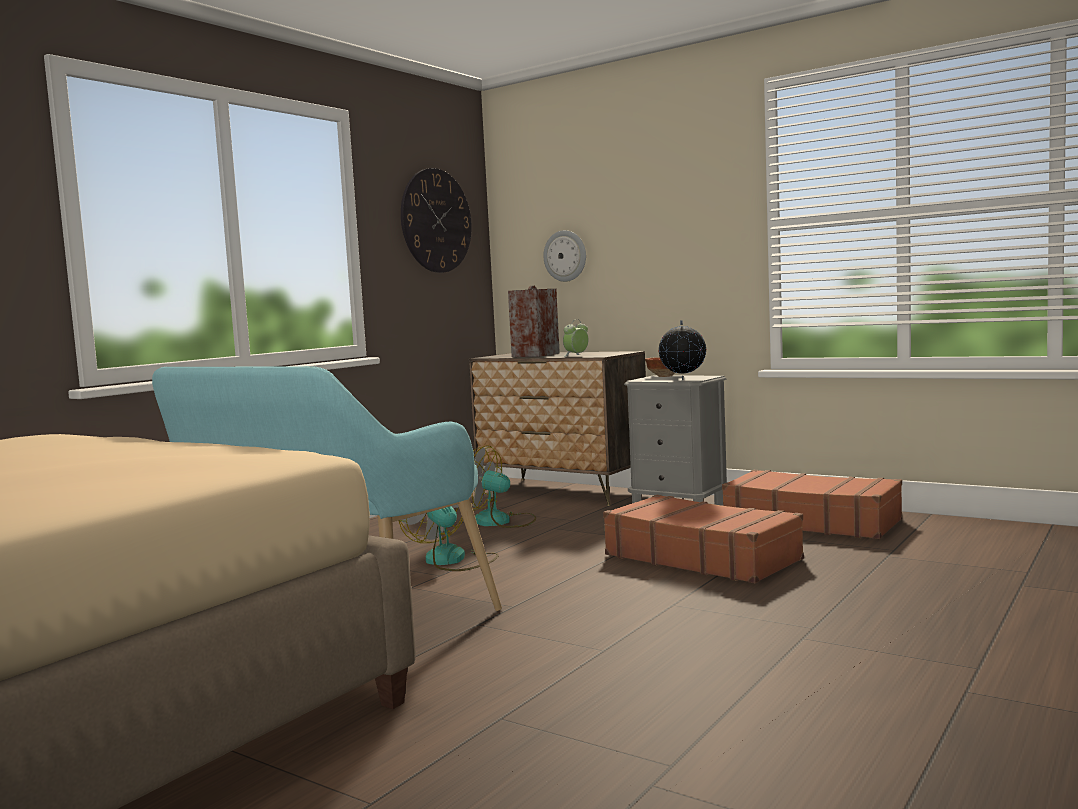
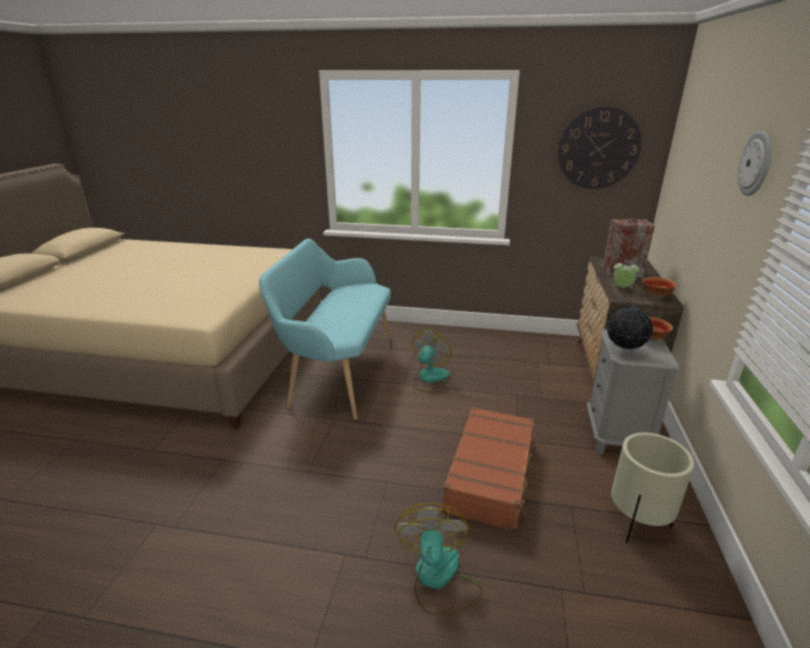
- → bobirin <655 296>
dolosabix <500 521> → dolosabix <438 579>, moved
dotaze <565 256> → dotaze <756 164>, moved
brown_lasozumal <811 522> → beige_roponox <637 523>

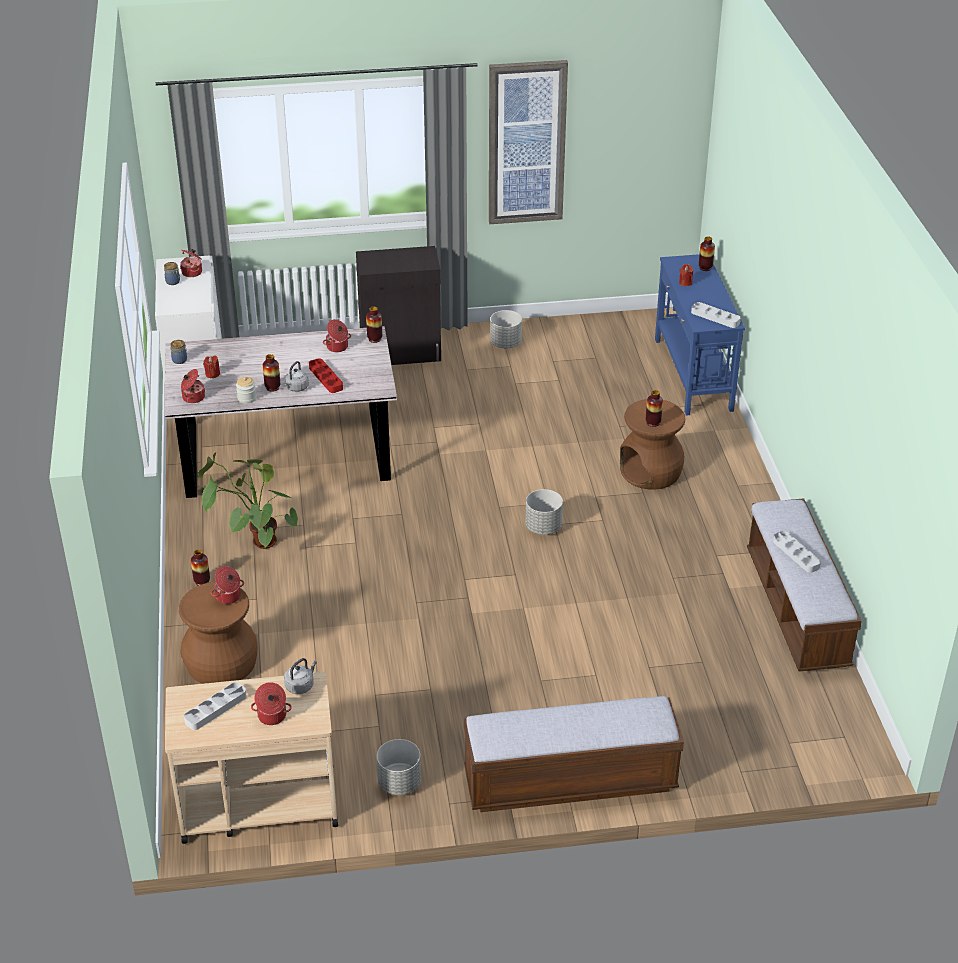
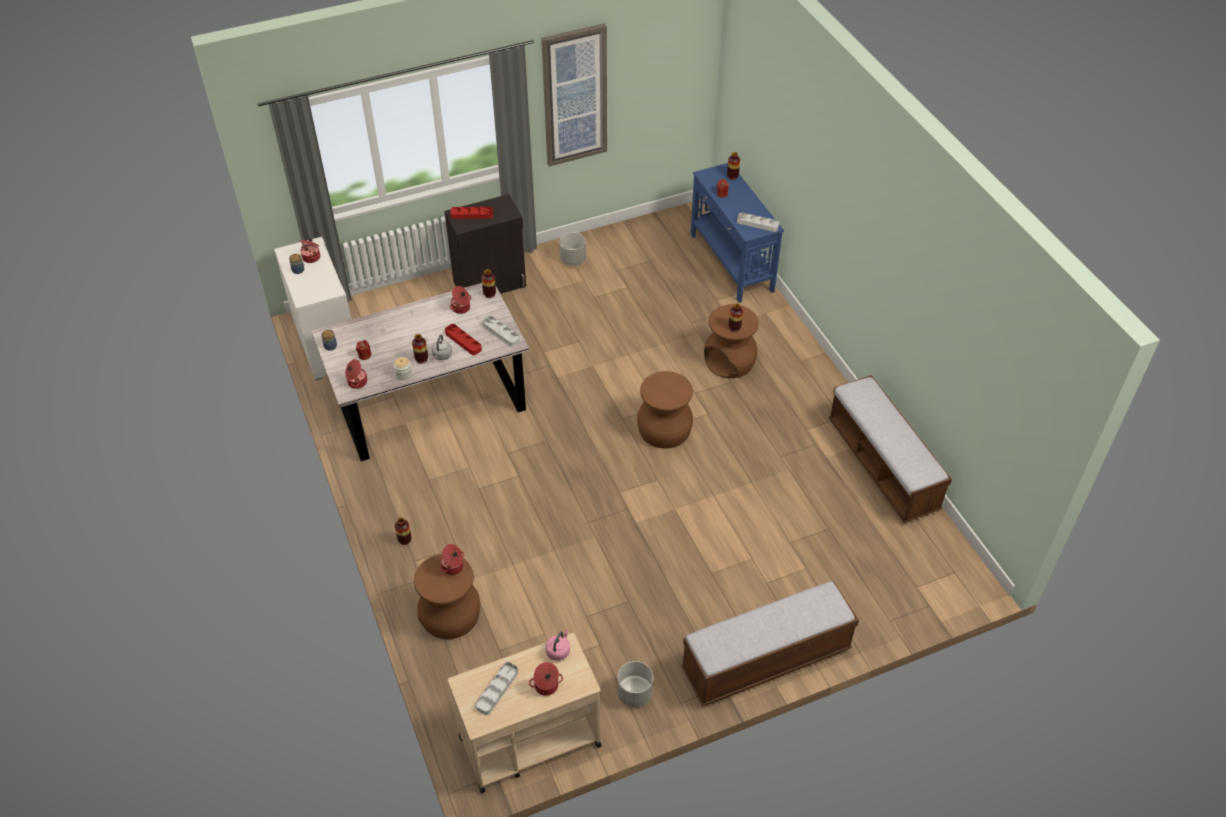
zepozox <252 541> → -
- → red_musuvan <472 214>
grey_musuvan <796 554> → grey_musuvan <501 333>, moved
grey_roponox <543 527> → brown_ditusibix <664 430>
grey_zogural <300 685> → pink_zogural <558 651>

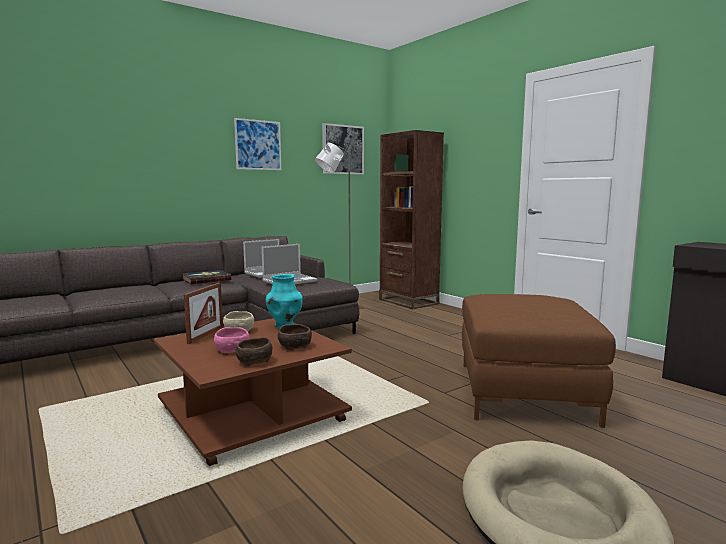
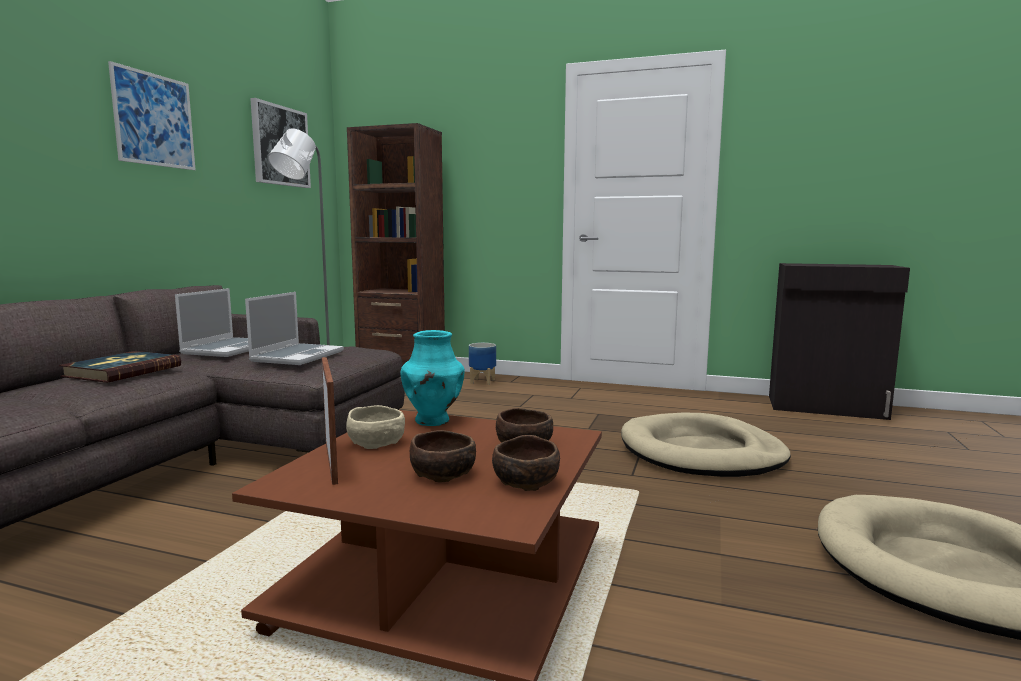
- → roponox <482 381>
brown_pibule <524 392> → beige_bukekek <701 452>
pink_bobirin <233 350> → brown_bobirin <444 474>

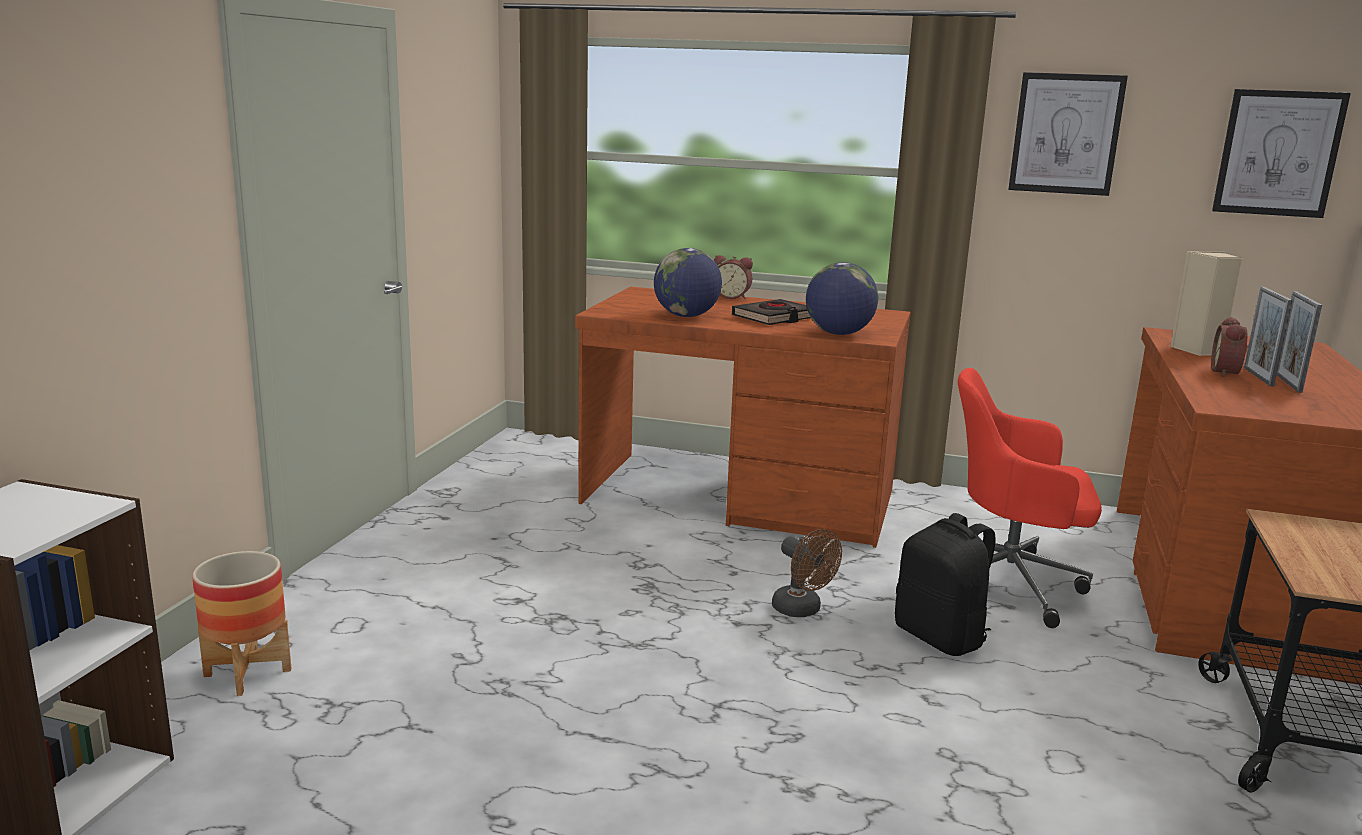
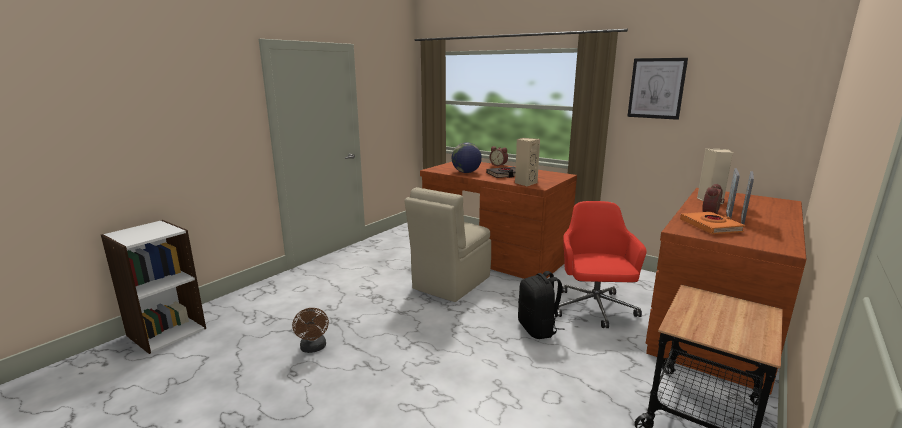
roponox <248 672> → -
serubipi <1278 153> → -
- → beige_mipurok <450 283>
- → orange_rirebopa <710 226>
brown_dolosabix <802 610> → brown_dolosabix <313 348>, moved
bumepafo <838 334> → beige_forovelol <525 183>
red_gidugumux <1010 583> → red_gidugumux <594 309>, 60 degrees clockwise

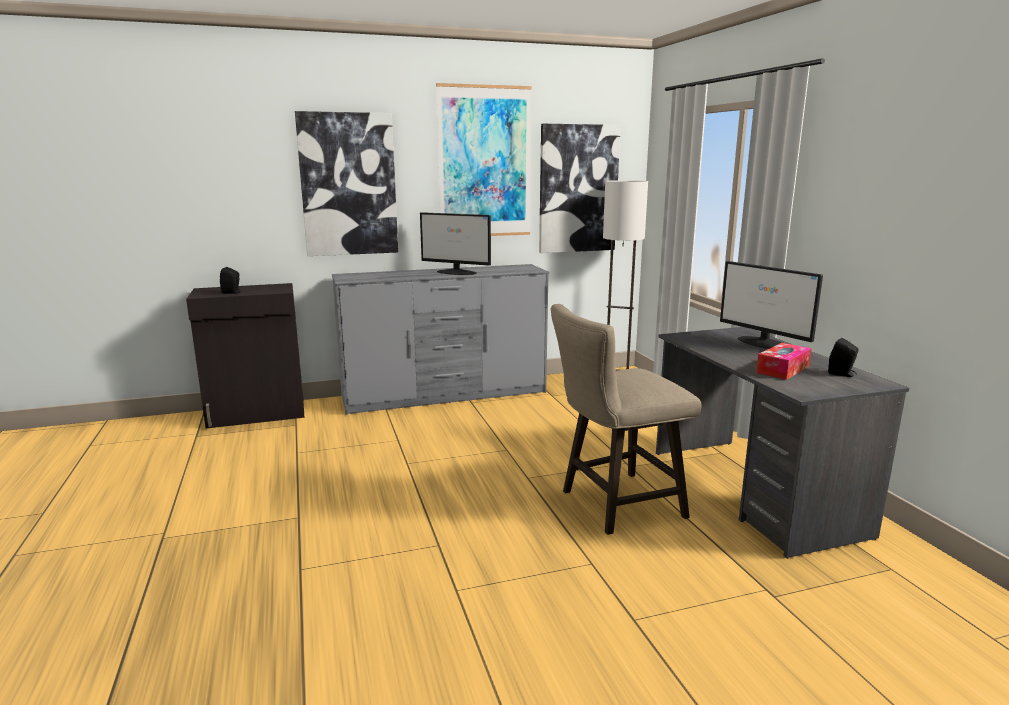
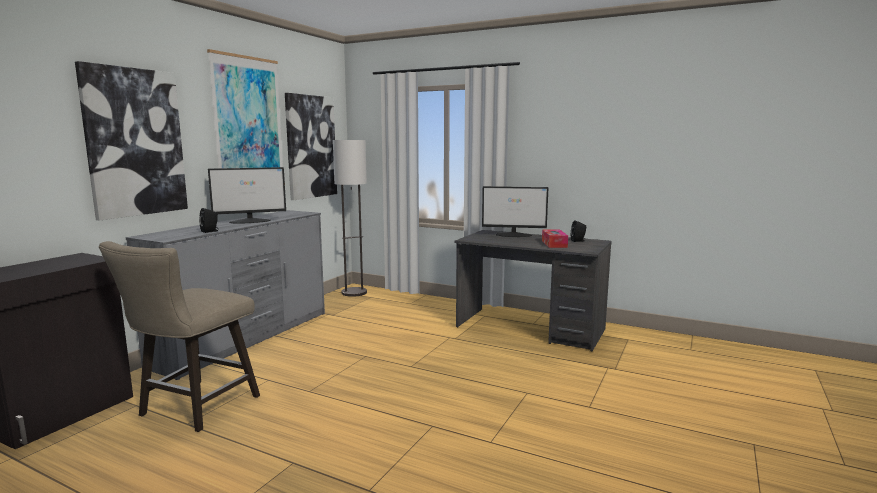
black_forovelol <232 292> → black_forovelol <210 231>, moved
beige_ditusibix <614 505> → beige_ditusibix <193 409>, moved

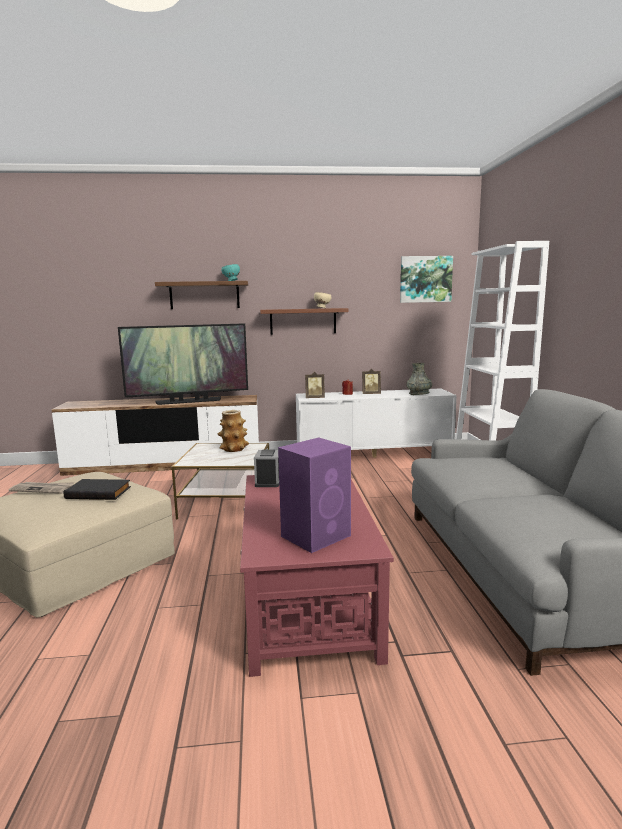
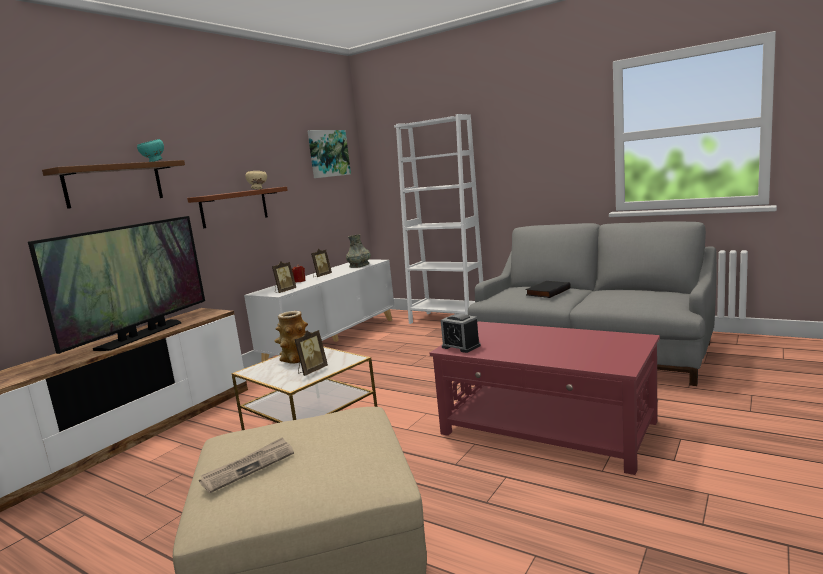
purple_forovelol <317 535> → -
- → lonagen <312 371>
black_rirebopa <99 492> → black_rirebopa <547 292>, moved

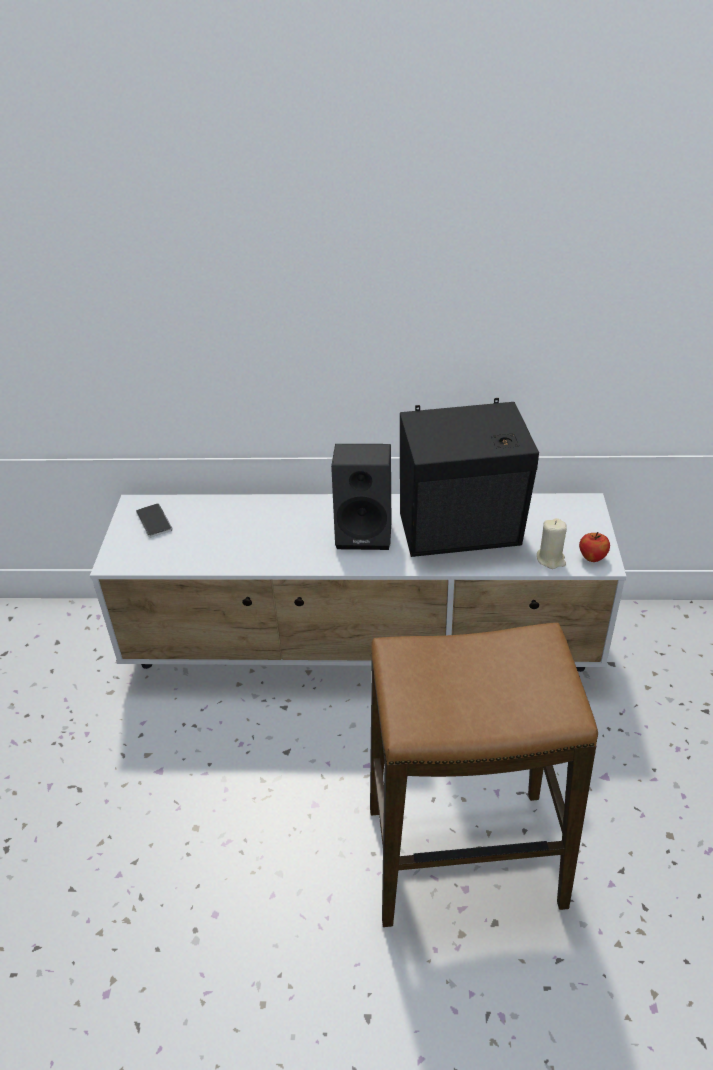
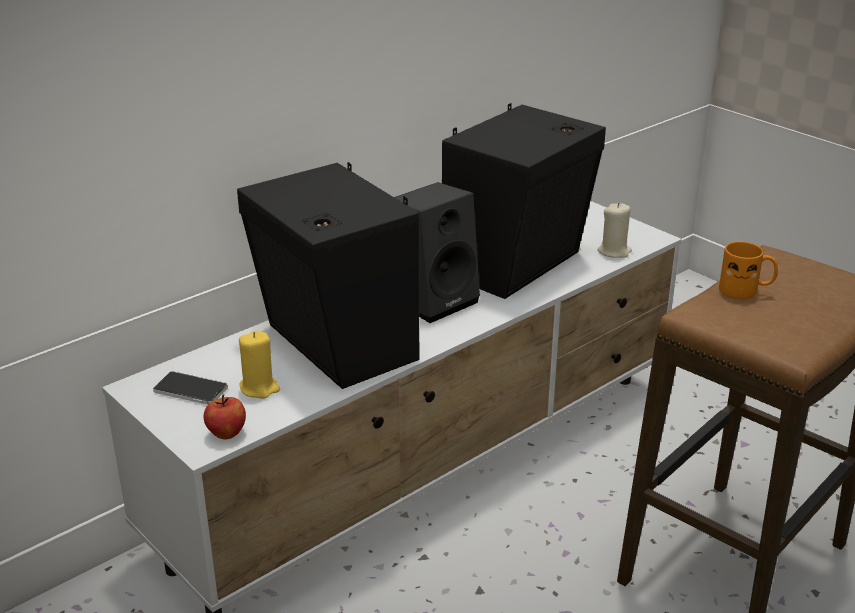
- → black_forovelol <336 346>
- → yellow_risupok <259 388>
- → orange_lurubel <746 290>
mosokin <592 557> → mosokin <226 434>, moved

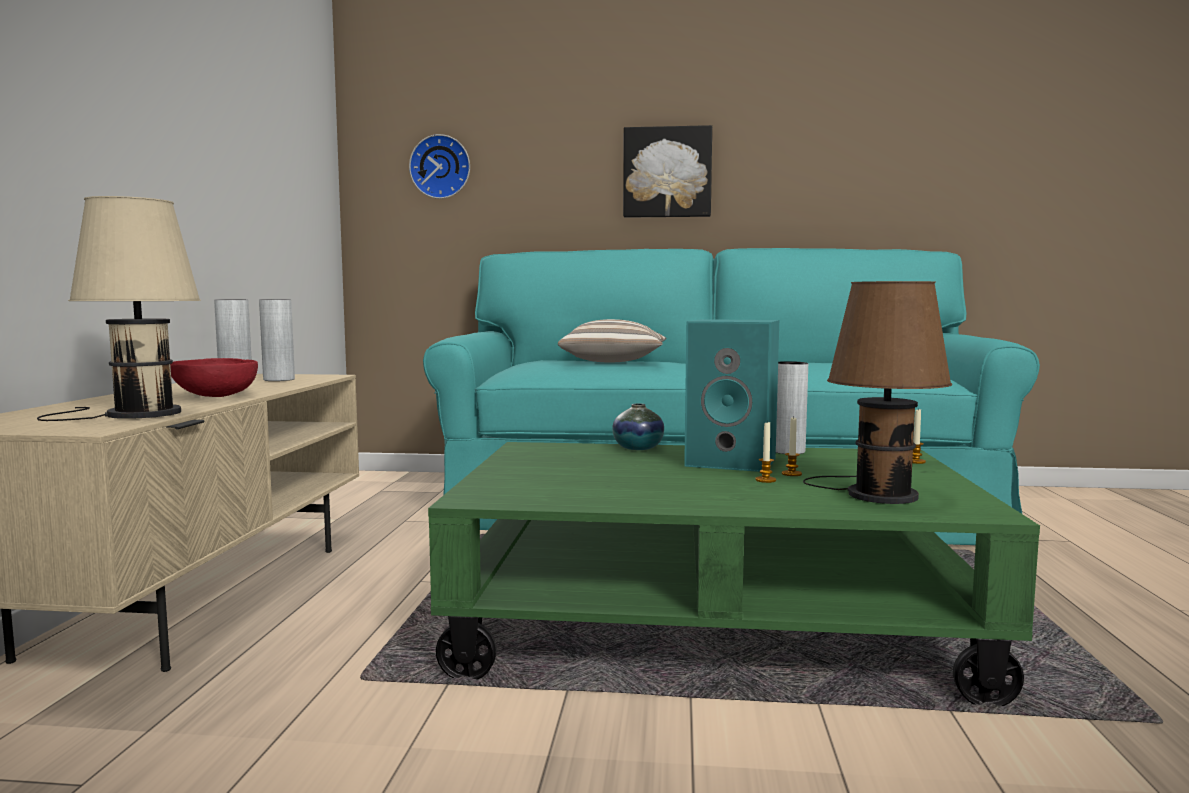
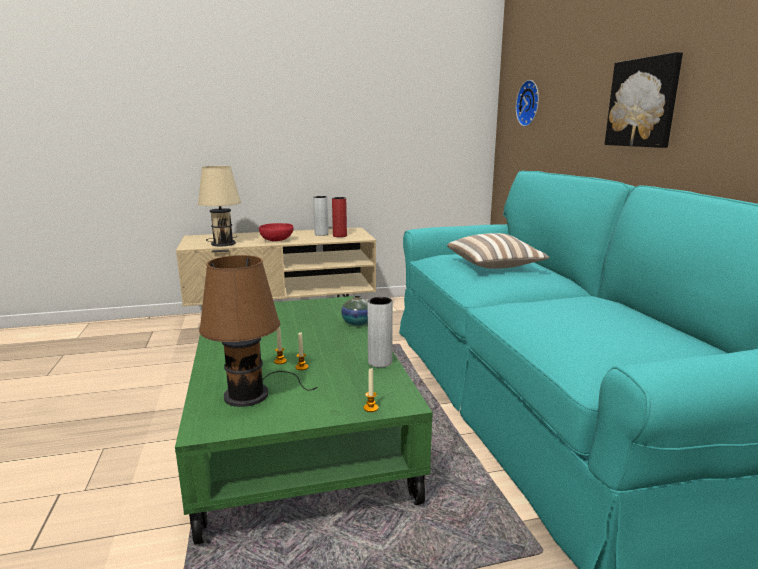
turquoise_forovelol <733 461> → -
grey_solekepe <279 379> → red_solekepe <339 236>

